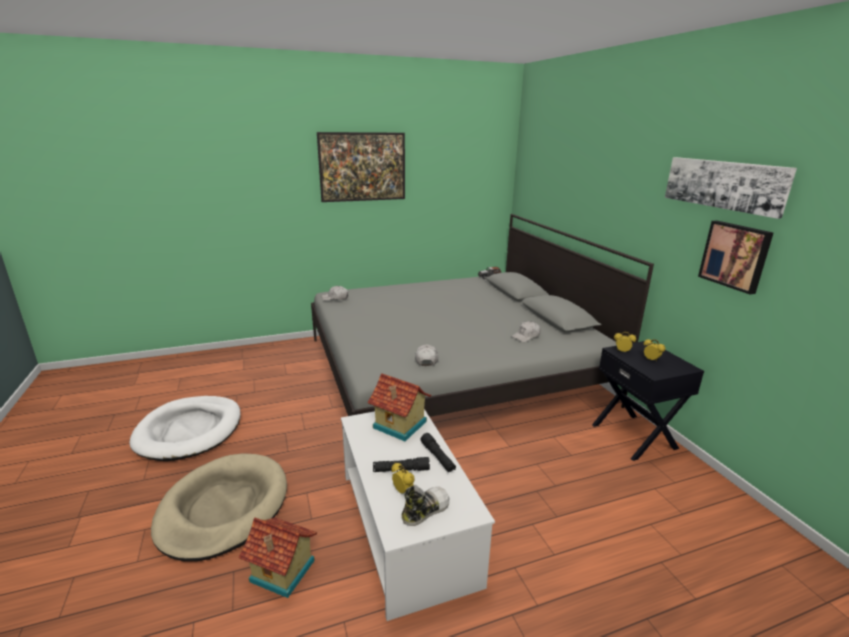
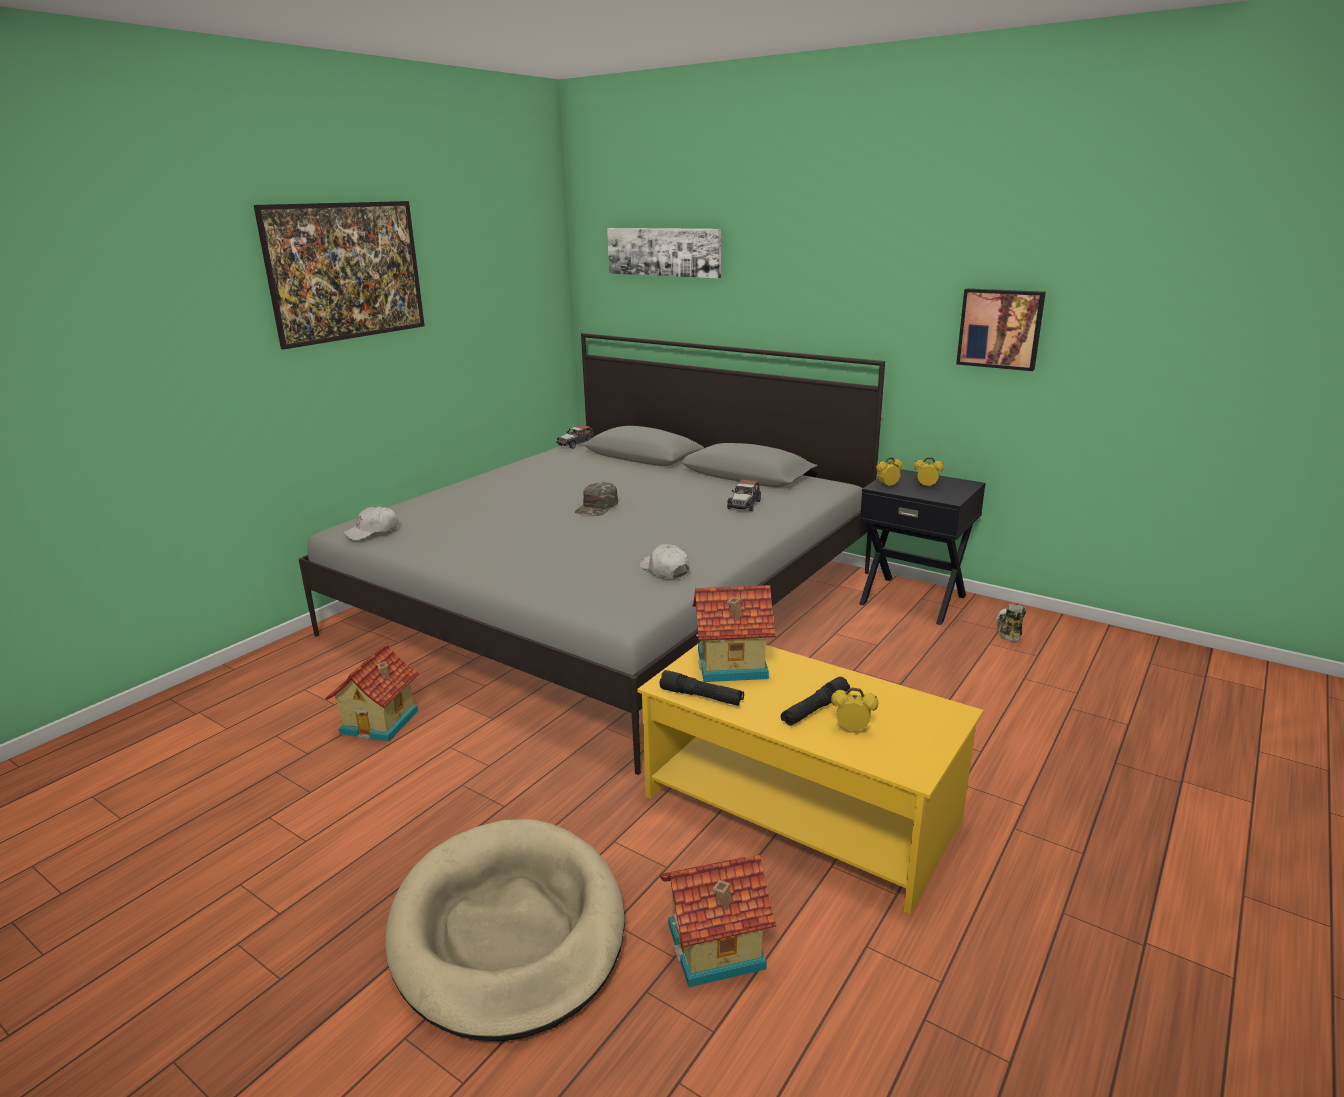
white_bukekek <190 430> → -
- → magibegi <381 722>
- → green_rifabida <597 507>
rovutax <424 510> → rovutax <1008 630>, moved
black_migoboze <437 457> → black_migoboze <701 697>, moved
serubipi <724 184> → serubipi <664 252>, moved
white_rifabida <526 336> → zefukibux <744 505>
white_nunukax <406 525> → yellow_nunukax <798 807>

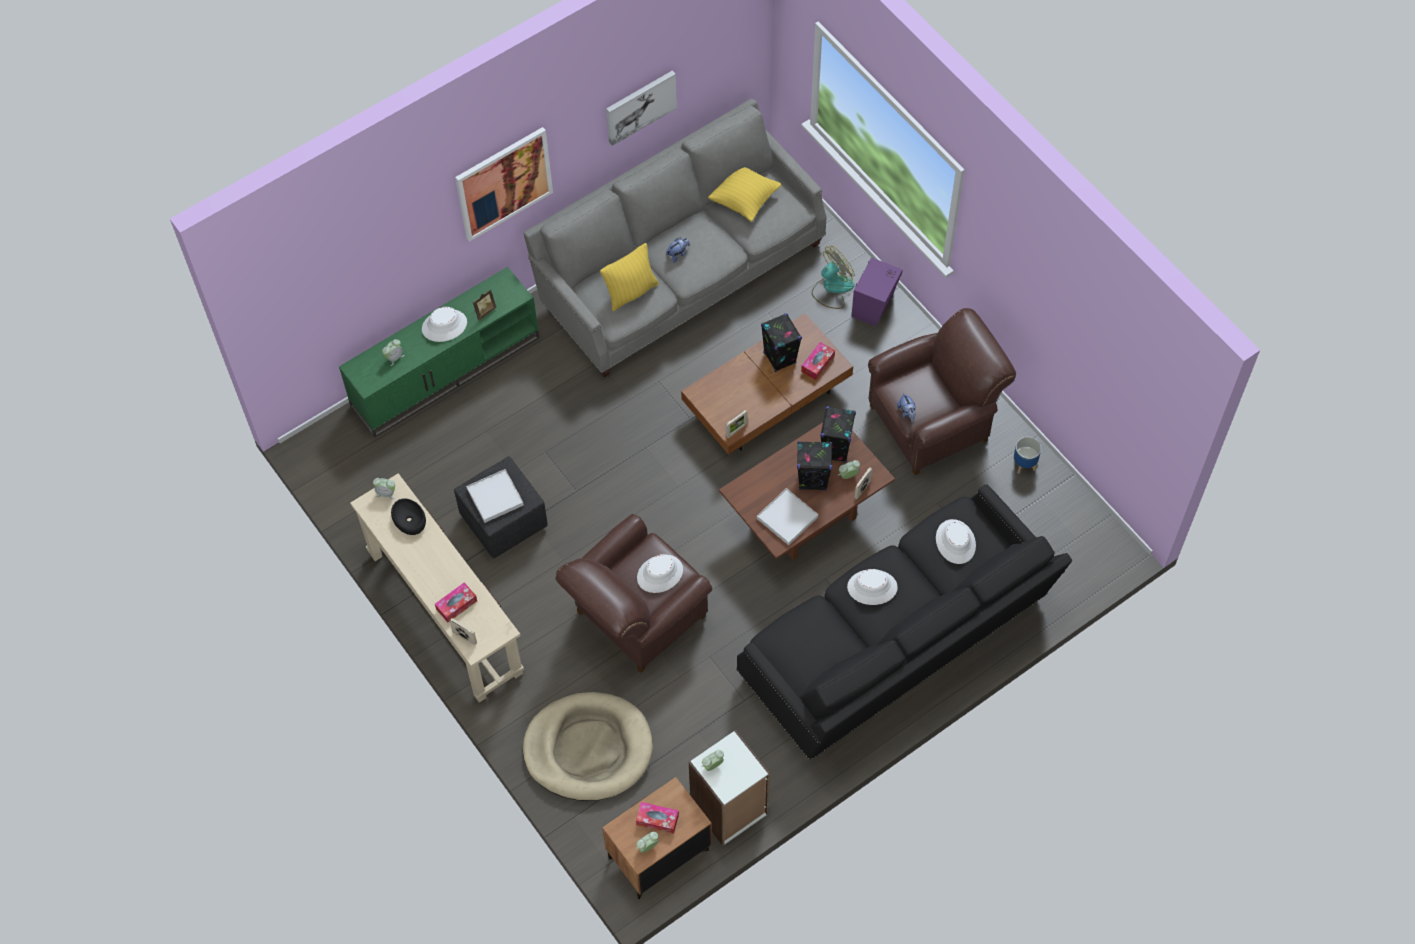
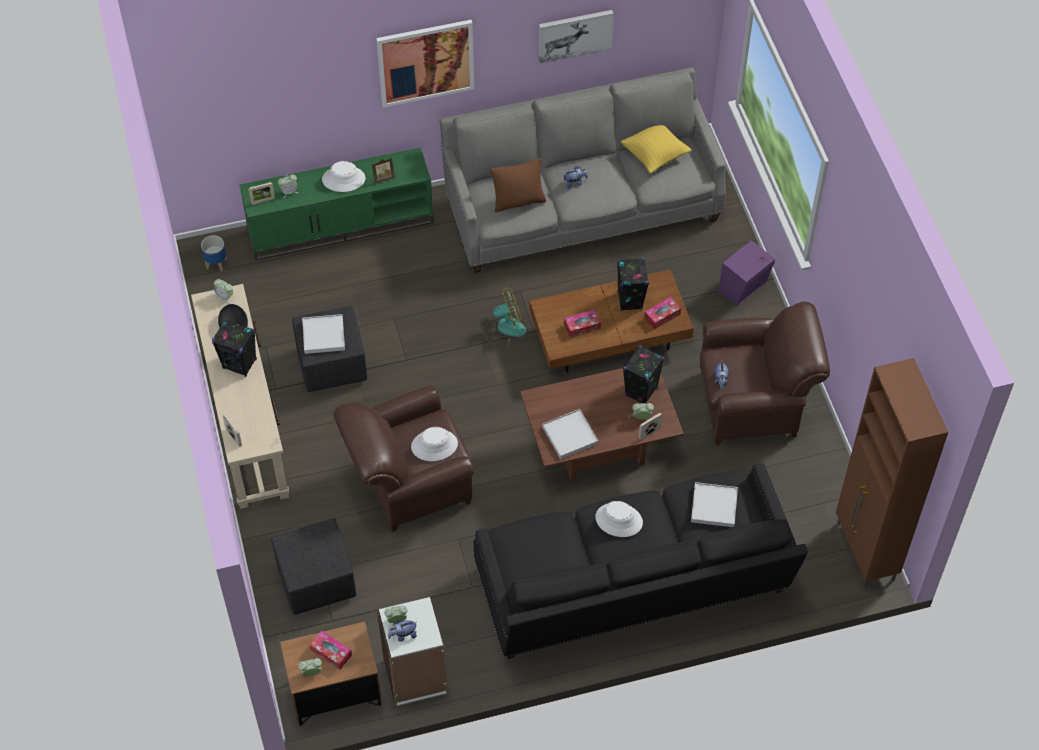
- → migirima <403 635>
- → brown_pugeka <865 552>
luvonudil <456 605> → luvonudil <582 326>, moved
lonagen <736 430> → lonagen <263 201>, moved
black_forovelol <813 480> → black_forovelol <240 364>, moved
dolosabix <832 288> → dolosabix <504 329>, moved
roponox <1024 464> → roponox <216 263>, moved
beige_bukekek <588 749> → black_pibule <315 581>
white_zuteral <955 542> → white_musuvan <714 506>
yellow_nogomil <631 292> → brown_nogomil <518 201>

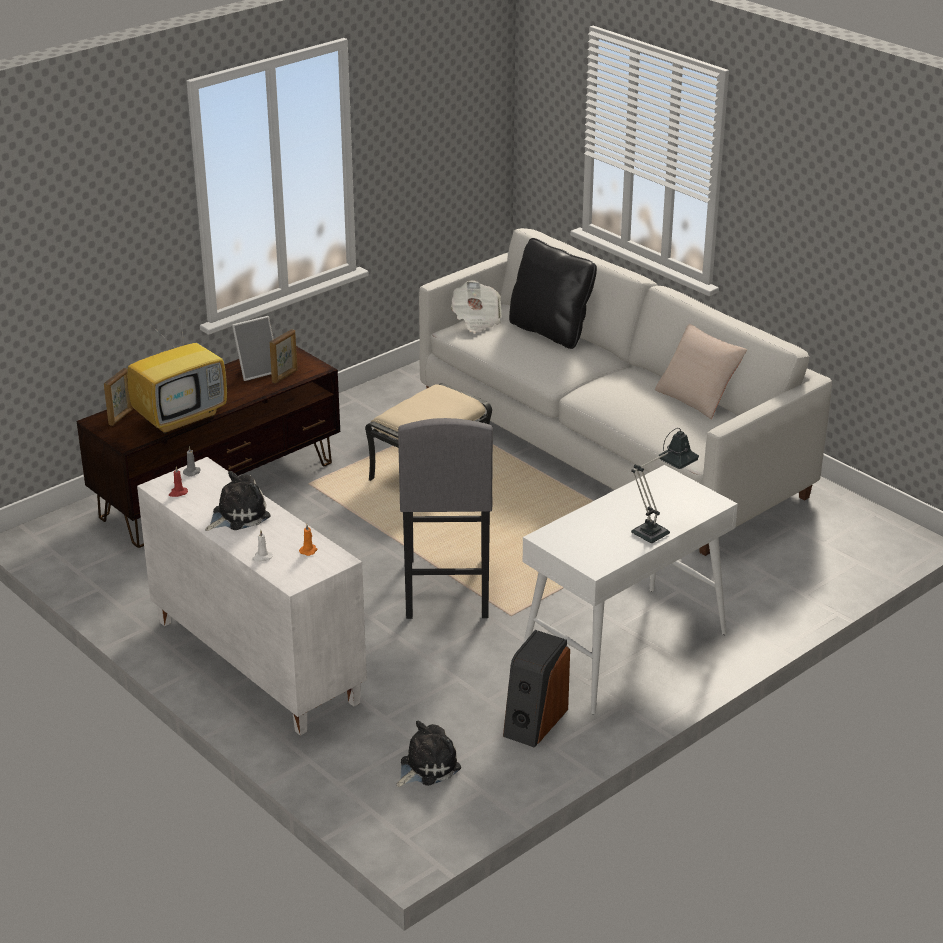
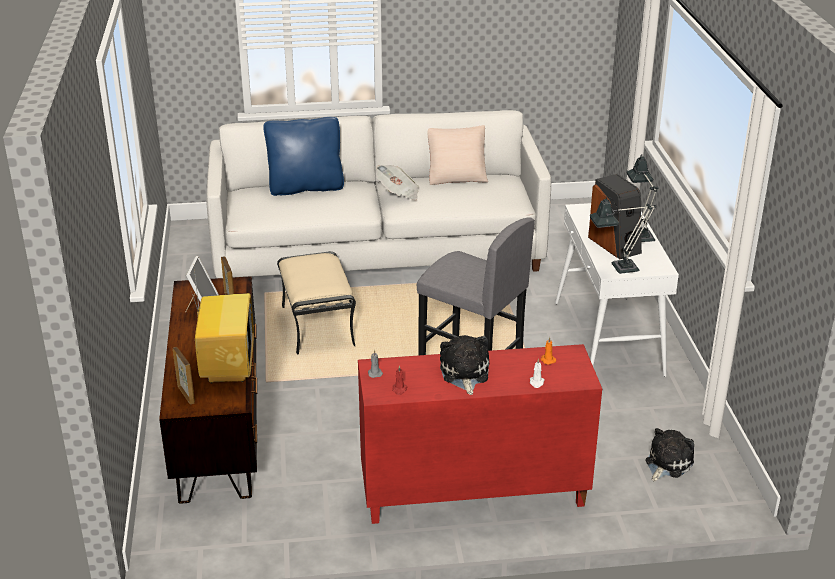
- → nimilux <618 269>
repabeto <476 320> → repabeto <398 193>, moved
forovelol <534 721> → forovelol <615 244>, moved
white_pugeka <254 661> → red_pugeka <472 494>
black_nogomil <550 331> → blue_nogomil <305 187>
migirima <426 767> → migirima <667 463>, 45 degrees clockwise

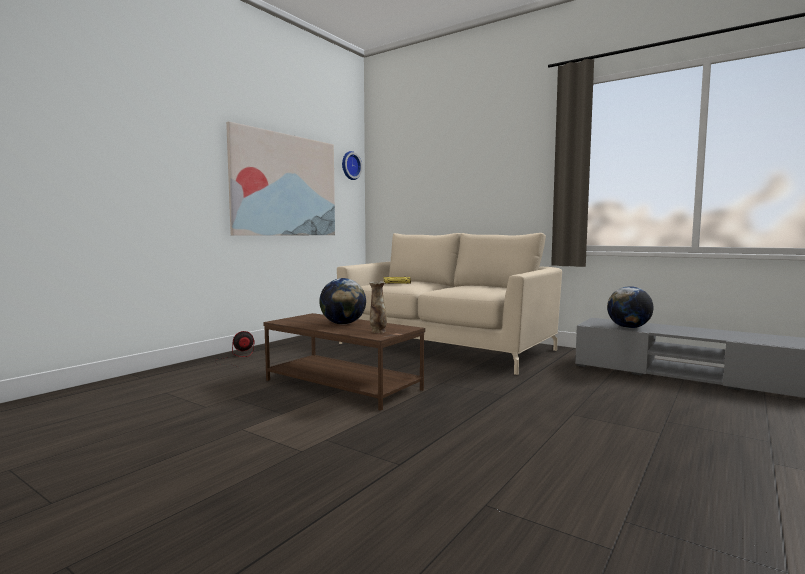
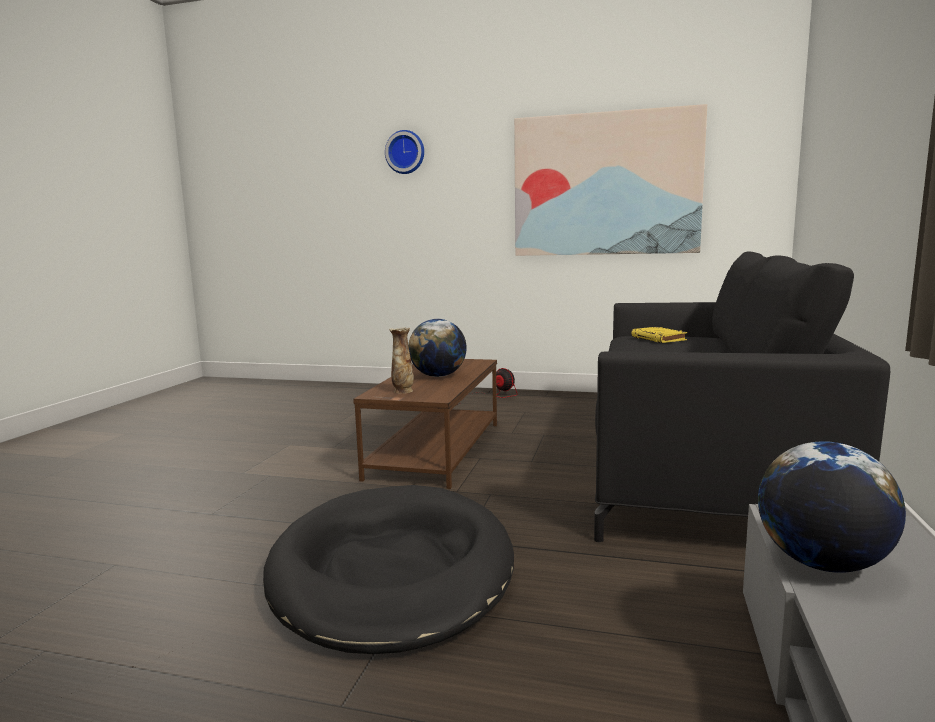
- → black_bukekek <392 571>
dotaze <350 165> → dotaze <405 152>, moved
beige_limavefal <445 346> → black_limavefal <700 468>

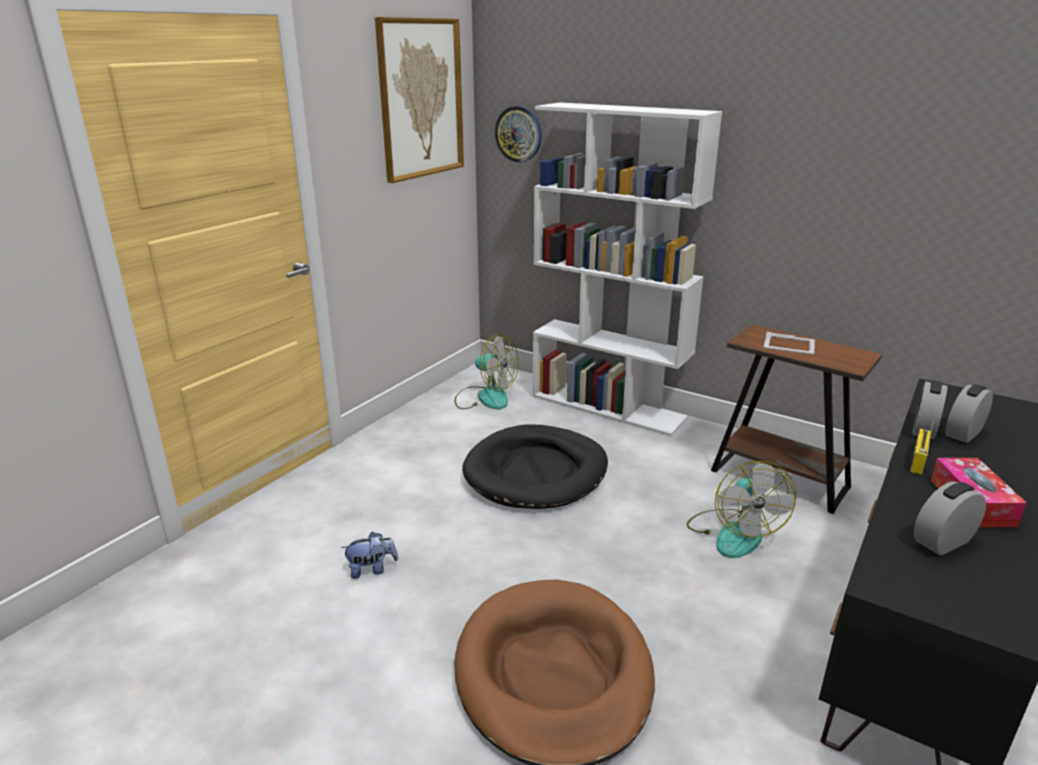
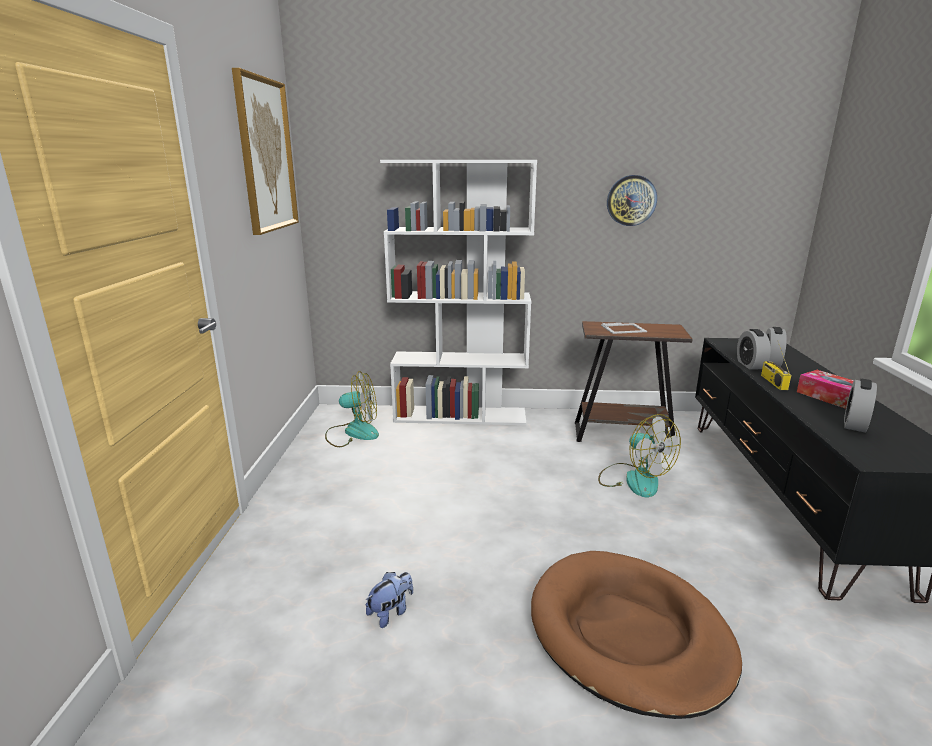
black_bukekek <536 472> → -
dotaze <519 134> → dotaze <631 200>, moved

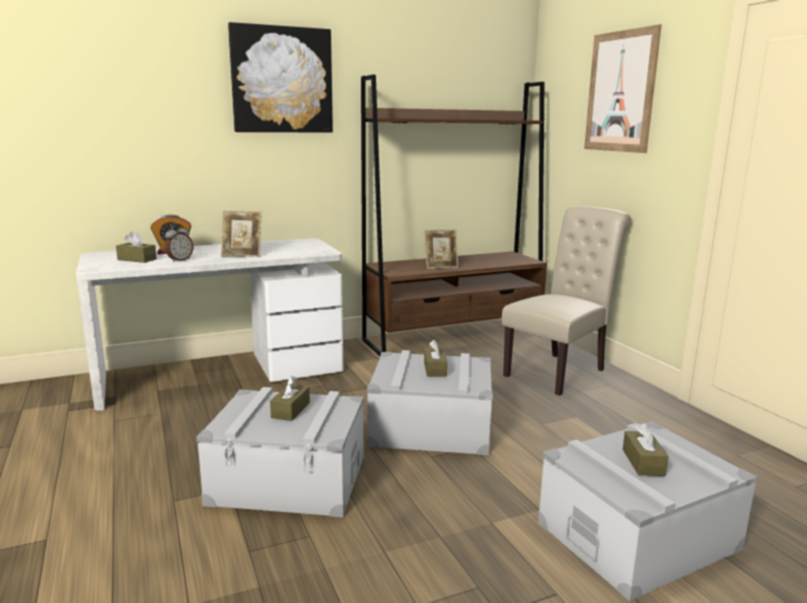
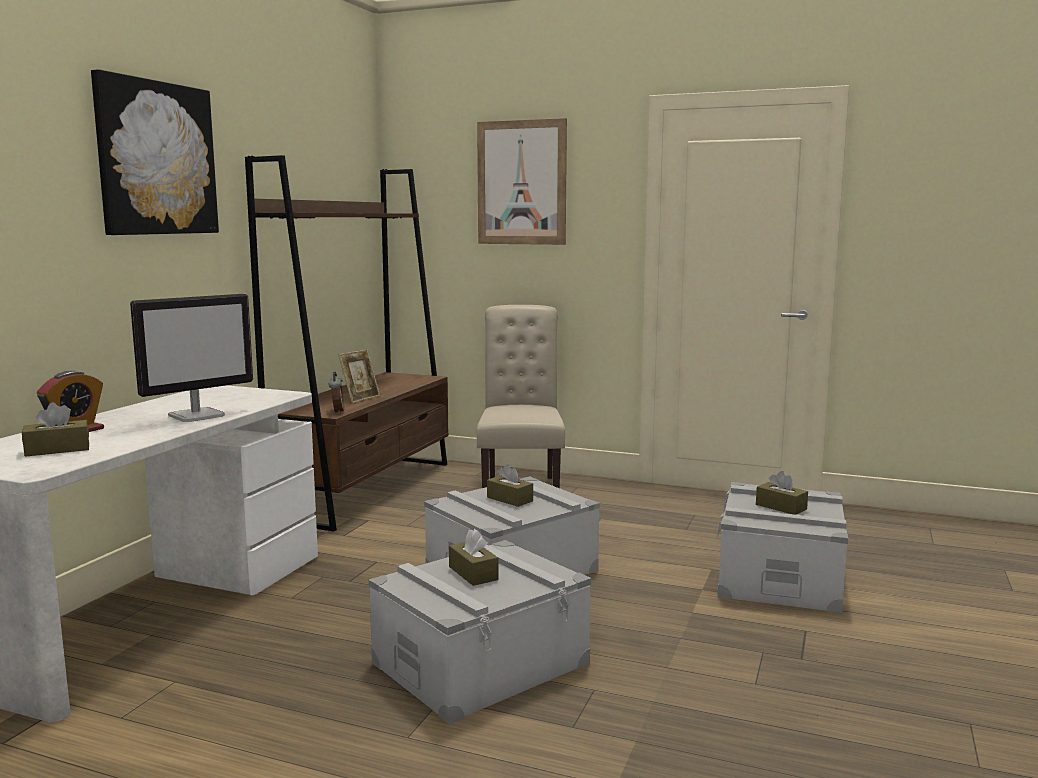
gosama <179 260> → gosama <337 412>, moved
lonagen <242 255> → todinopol <197 416>

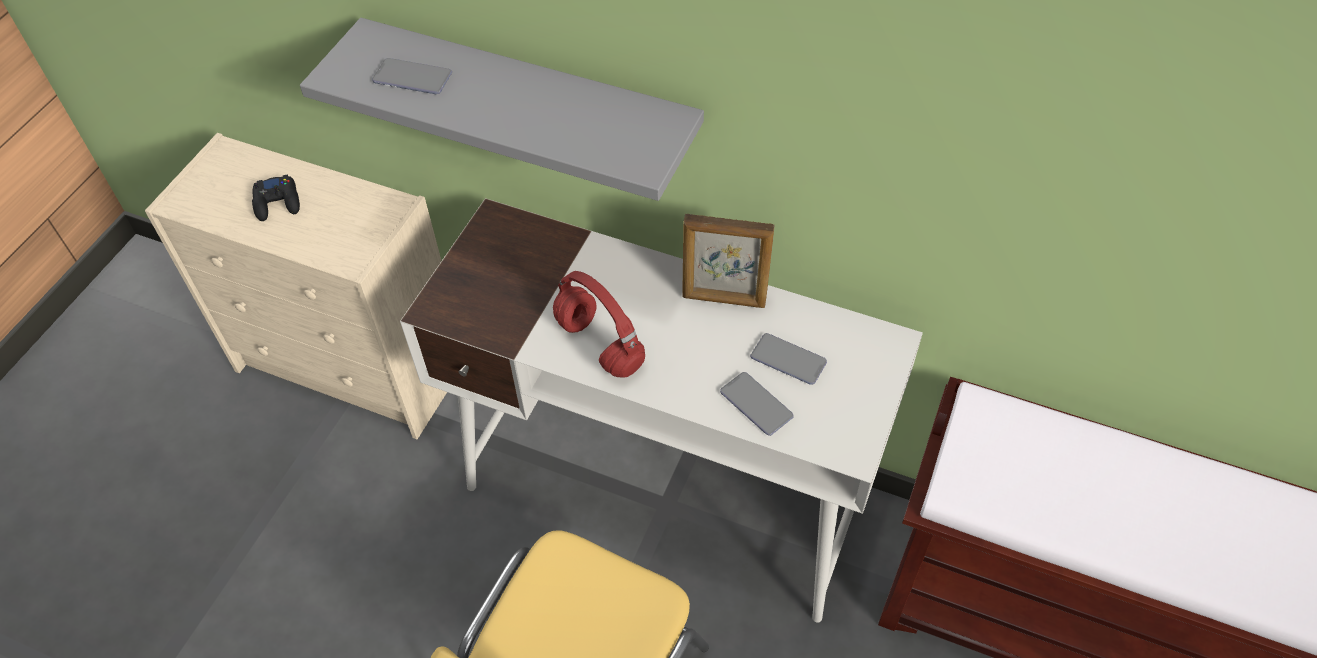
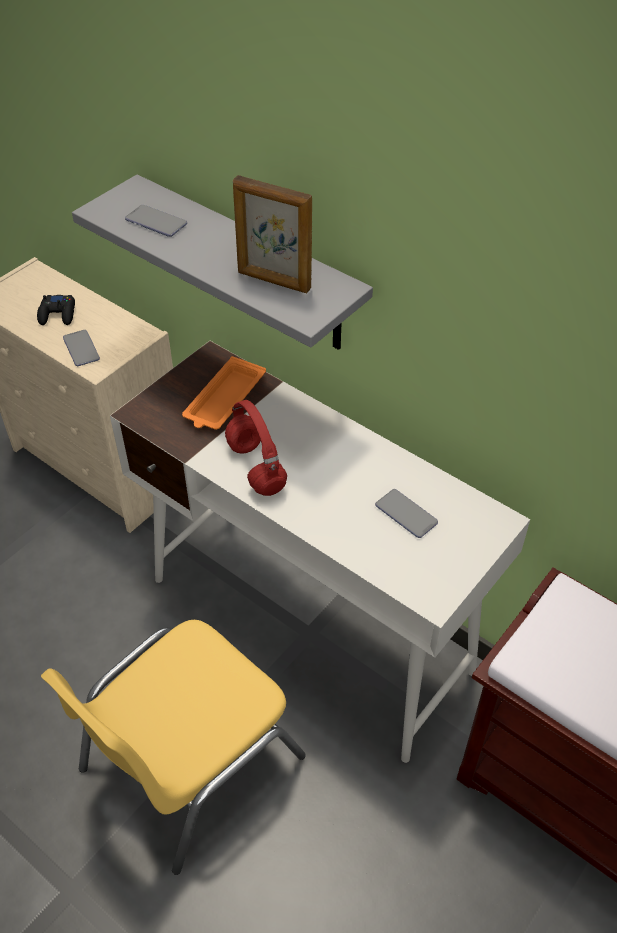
- → orange_musuvan <224 400>
lonagen <724 299> → lonagen <273 281>, moved
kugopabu <756 404> → kugopabu <81 349>, moved

